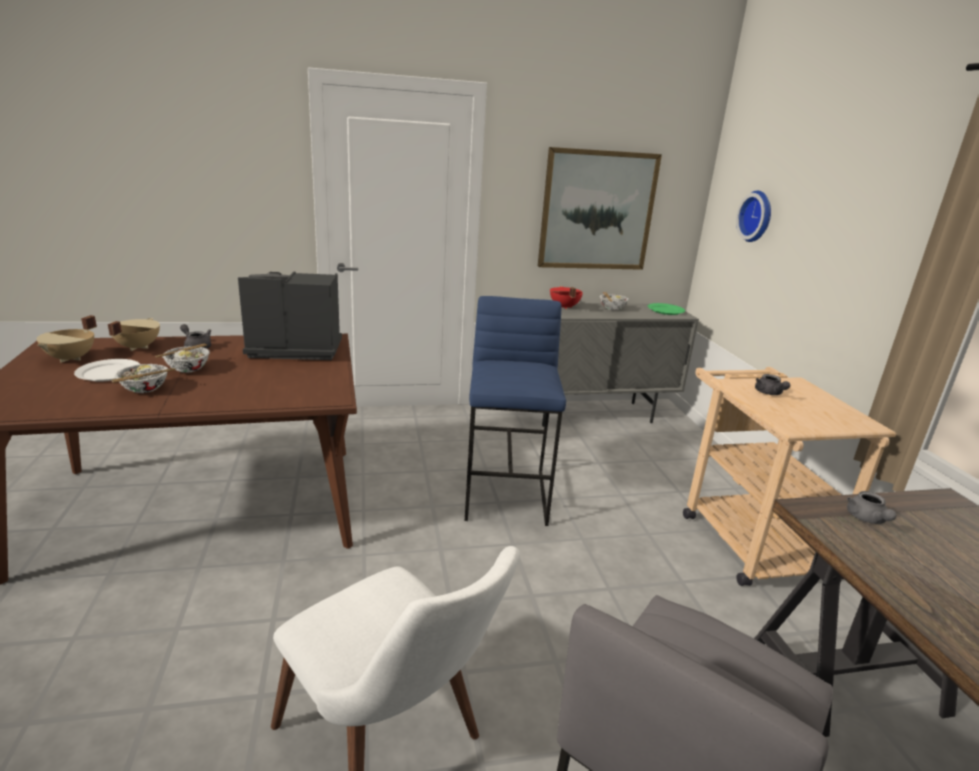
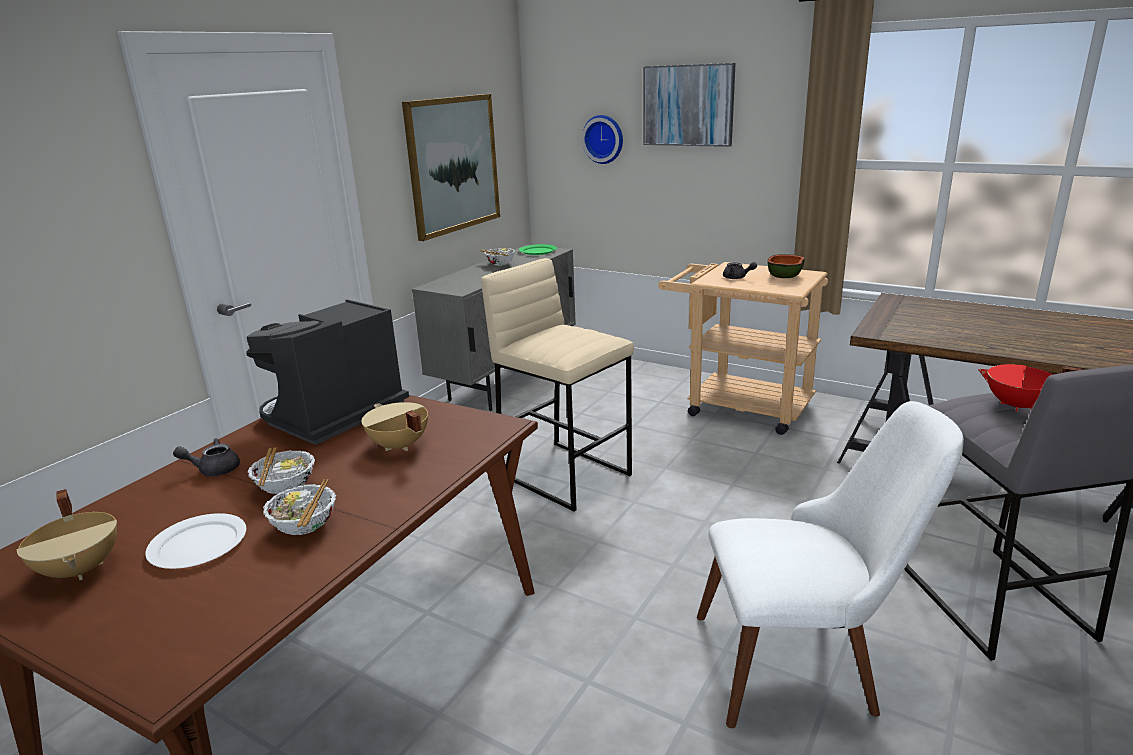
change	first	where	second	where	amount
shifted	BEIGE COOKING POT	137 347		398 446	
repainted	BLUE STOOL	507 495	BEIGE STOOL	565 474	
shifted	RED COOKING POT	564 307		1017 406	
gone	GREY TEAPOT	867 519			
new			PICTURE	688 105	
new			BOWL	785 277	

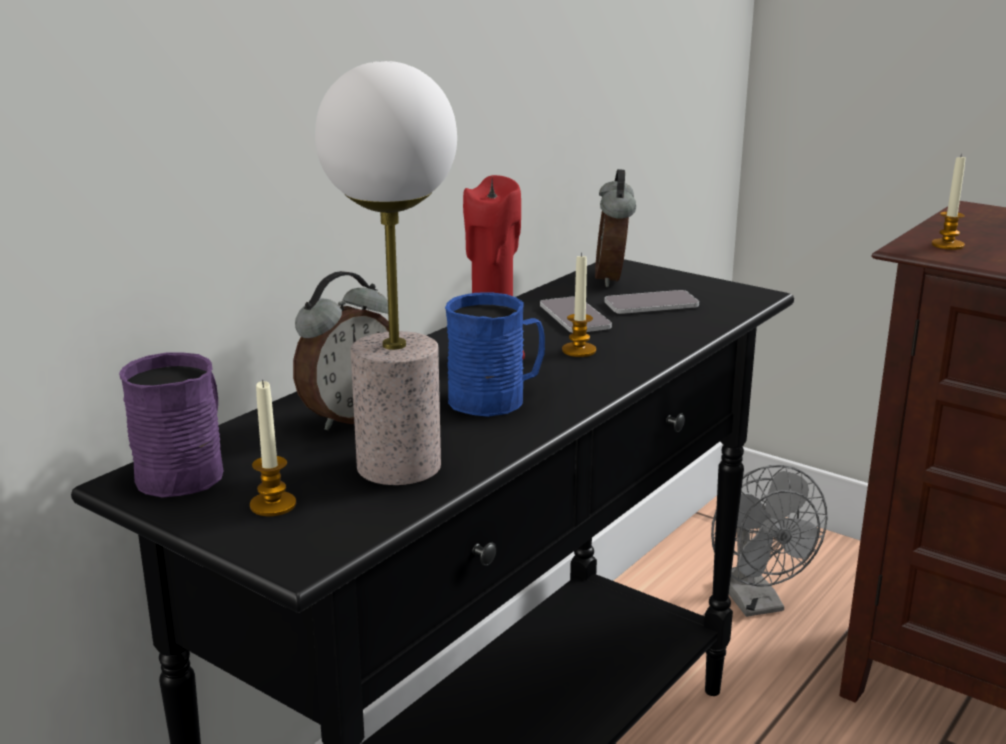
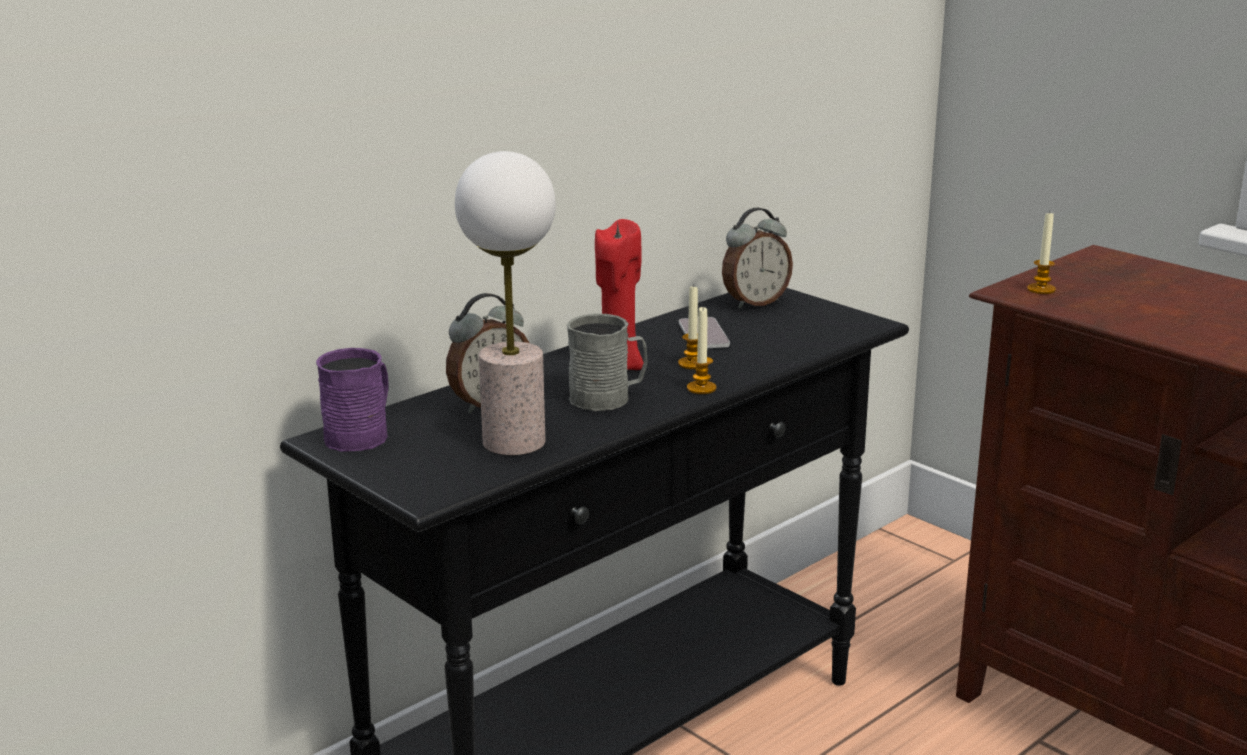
change	first	where	second	where	amount
shifted	CANDLE	273 505		701 388	
repainted	BLUE MUG	496 399	GREY MUG	608 398	
rotated	ALARM CLOCK	613 279		754 302	135 degrees counterclockwise
gone	PHONE	651 304			
gone	GREY FAN	755 602			

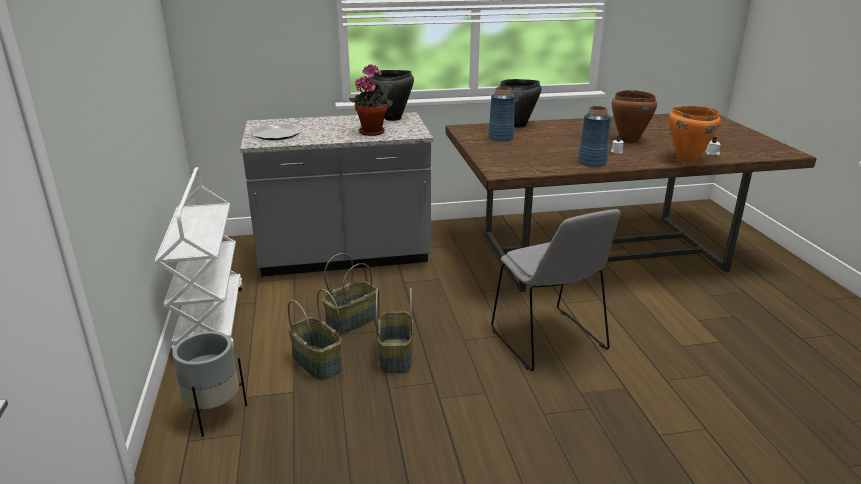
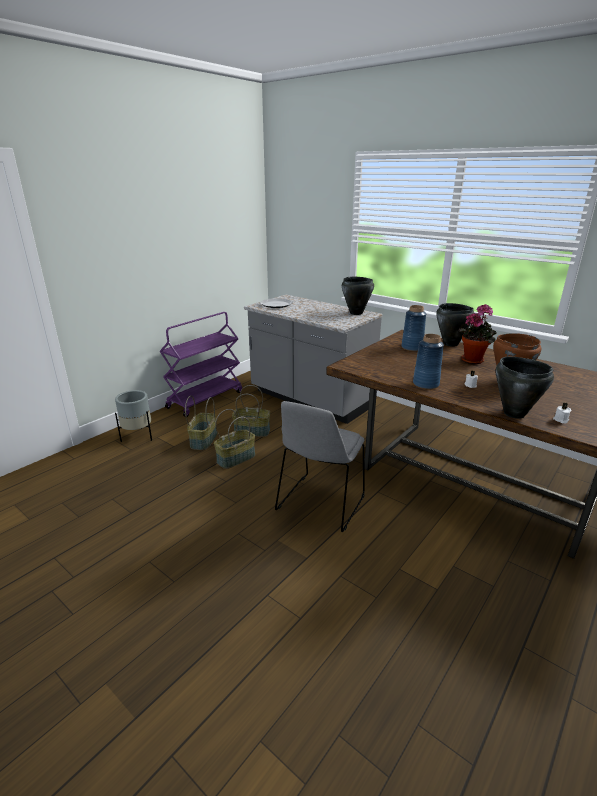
change	first	where	second	where	amount
repainted	WHITE CART	210 320	PURPLE CART	205 399	
shifted	POTTED PLANT	372 131		473 360	
repainted	ORANGE COOKING POT	686 160	BLACK COOKING POT	514 413	

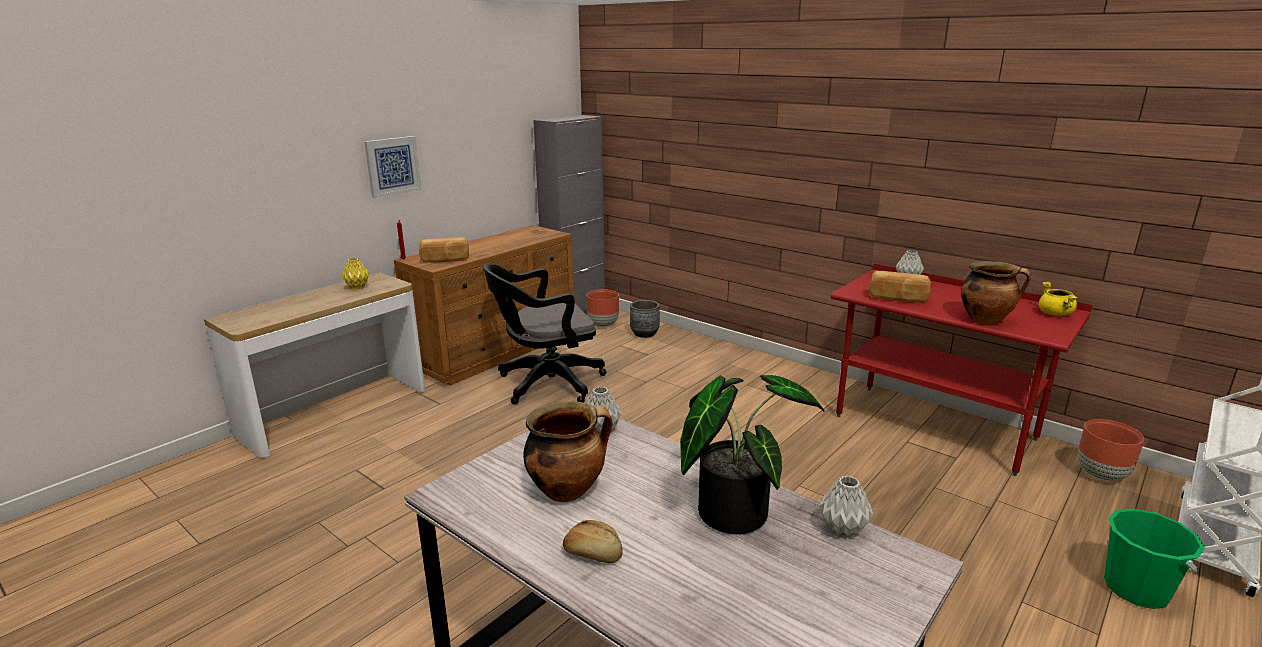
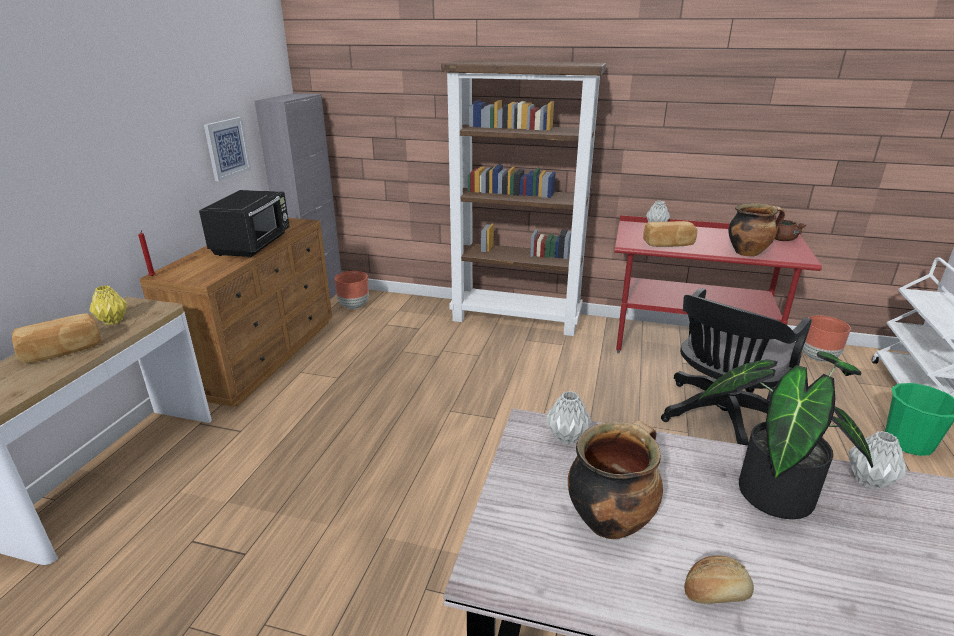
change	first	where	second	where	amount
shifted	PICTURE	392 166		227 148	
shifted	BREAD	445 260		62 351	
shifted	BLACK OFFICE CHAIR	545 384		719 419	
gone	GREY PLANTER	644 333			
repainted	YELLOW COOKING POT	1055 314	BROWN COOKING POT	783 240	
new			BLACK MICROWAVE	253 244	
new			BROWN BOOKCASE	517 319	

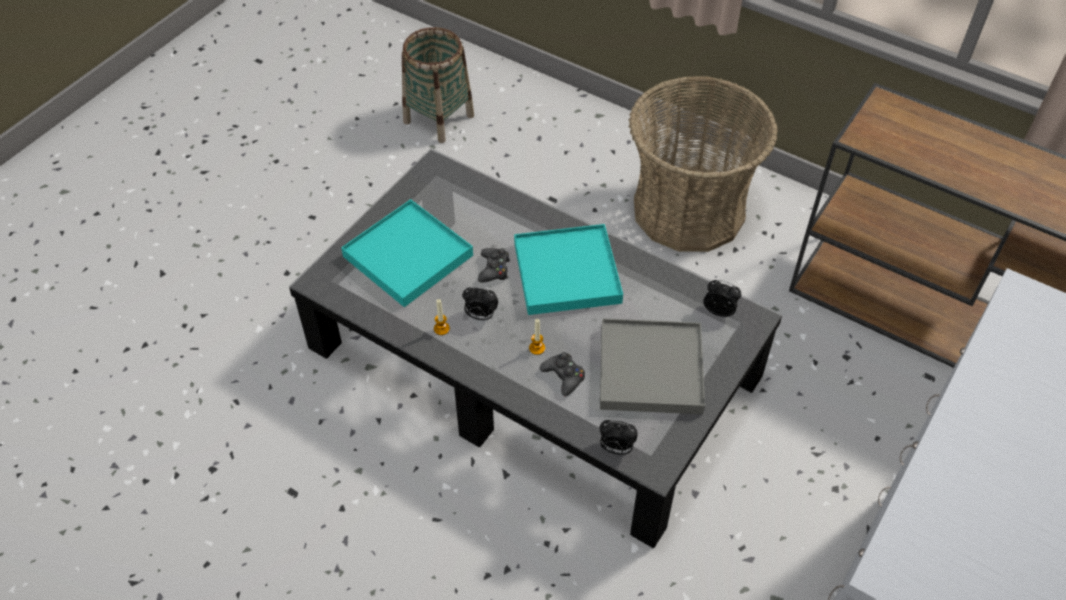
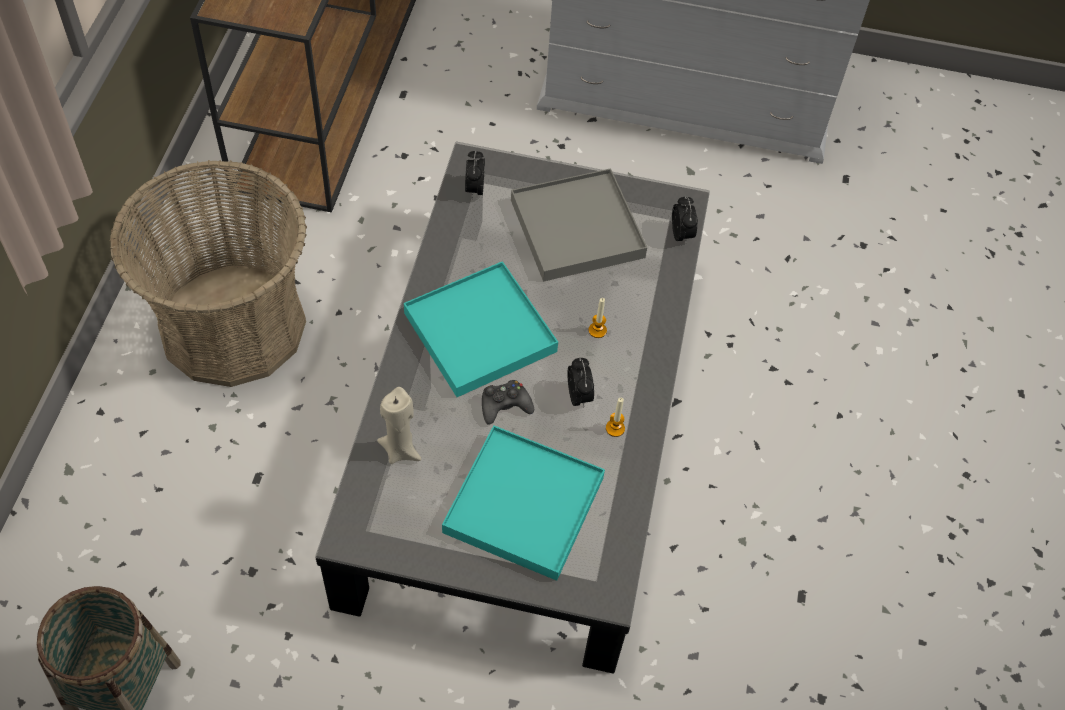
change	first	where	second	where	amount
gone	BLACK GAME CONTROLLER	564 376			
new			BEIGE CANDLE	400 449	

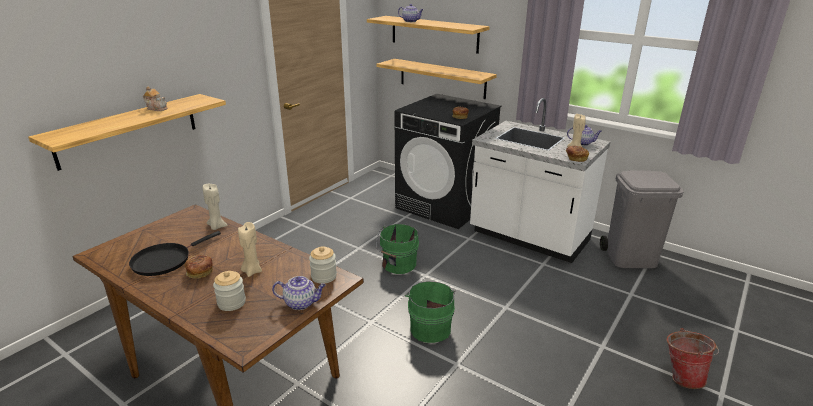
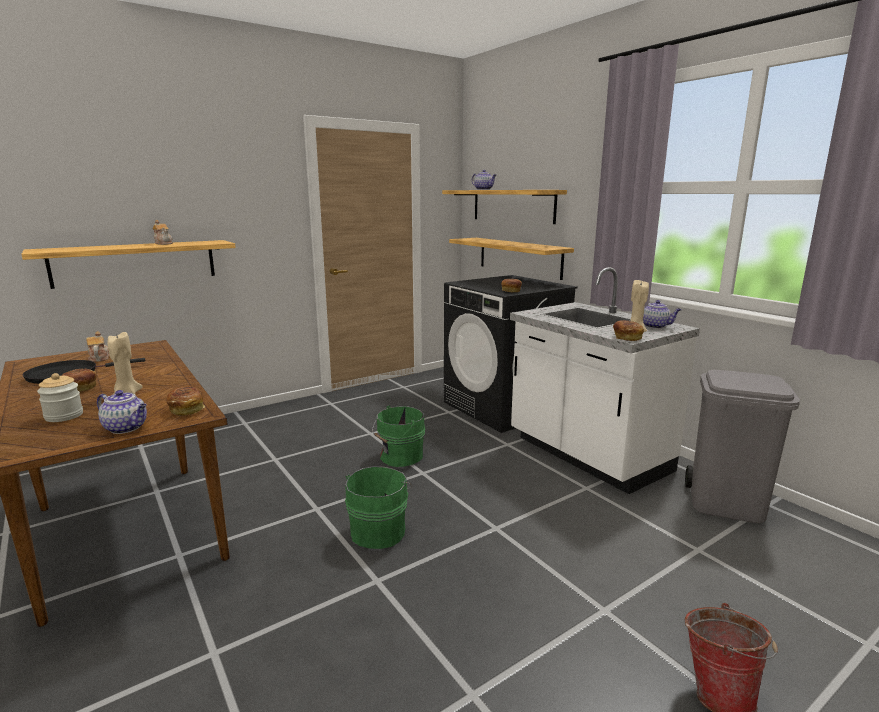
change	first	where	second	where	amount
gone	BEIGE CANDLE	216 227			
swapped	JAR	324 276	BREAD	187 409	
new			TEAPOT	99 358	

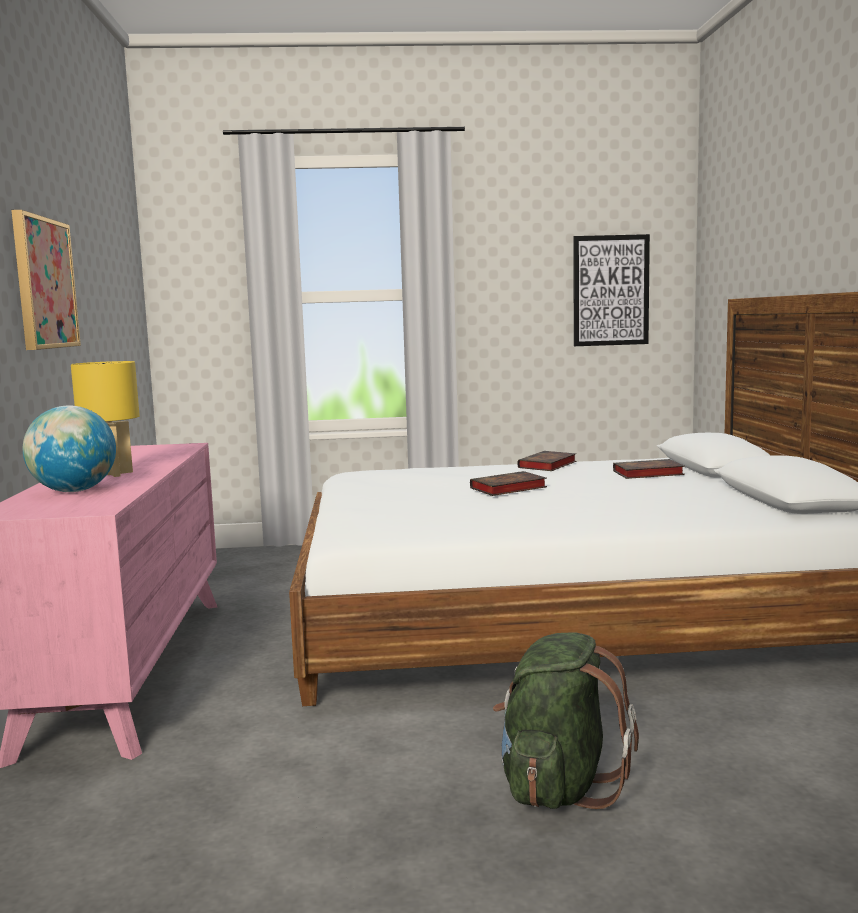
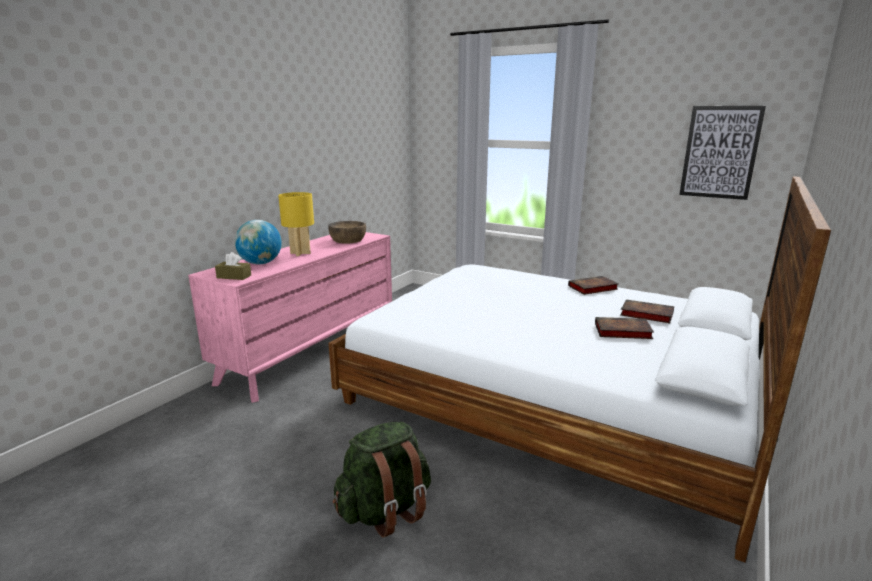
change	first	where	second	where	amount
gone	PICTURE	44 283			
shifted	BOOK	507 488		621 331	
new			BROWN TISSUE BOX	234 276	
new			BROWN BOWL	348 240	

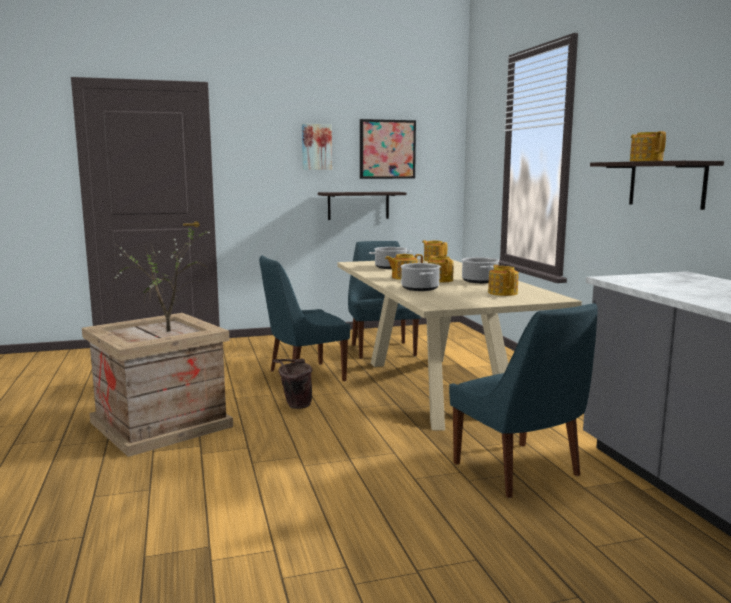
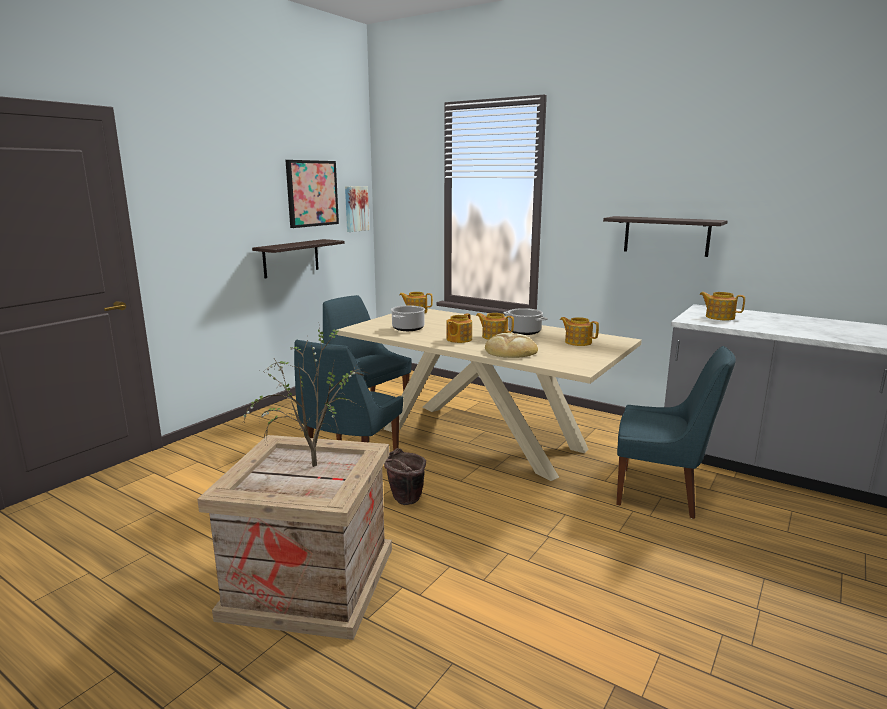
change	first	where	second	where	amount
shifted	PICTURE	316 147		355 208	
swapped	COOKING POT	419 288	BREAD	510 350	
shifted	TEAPOT	646 161		719 317	

